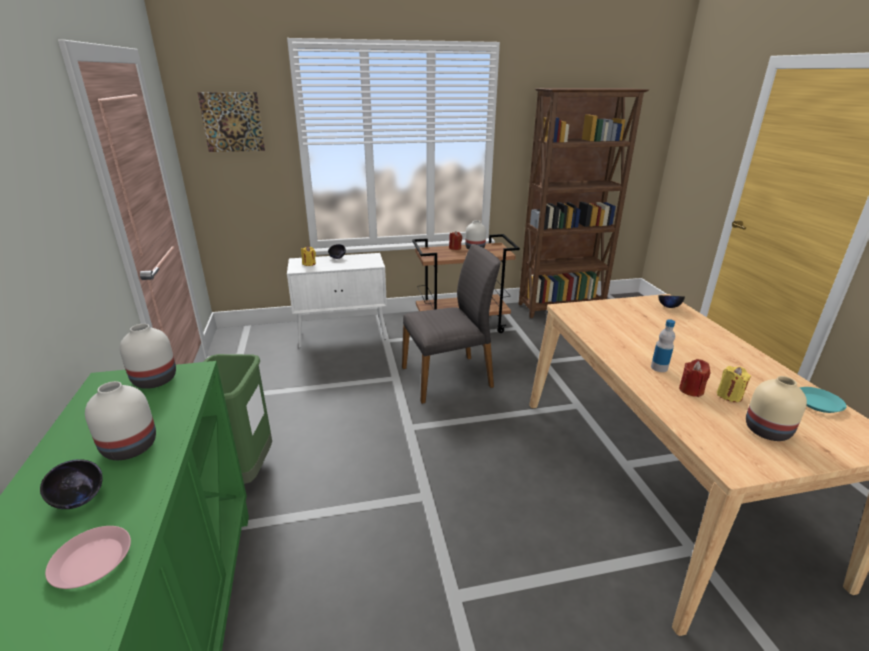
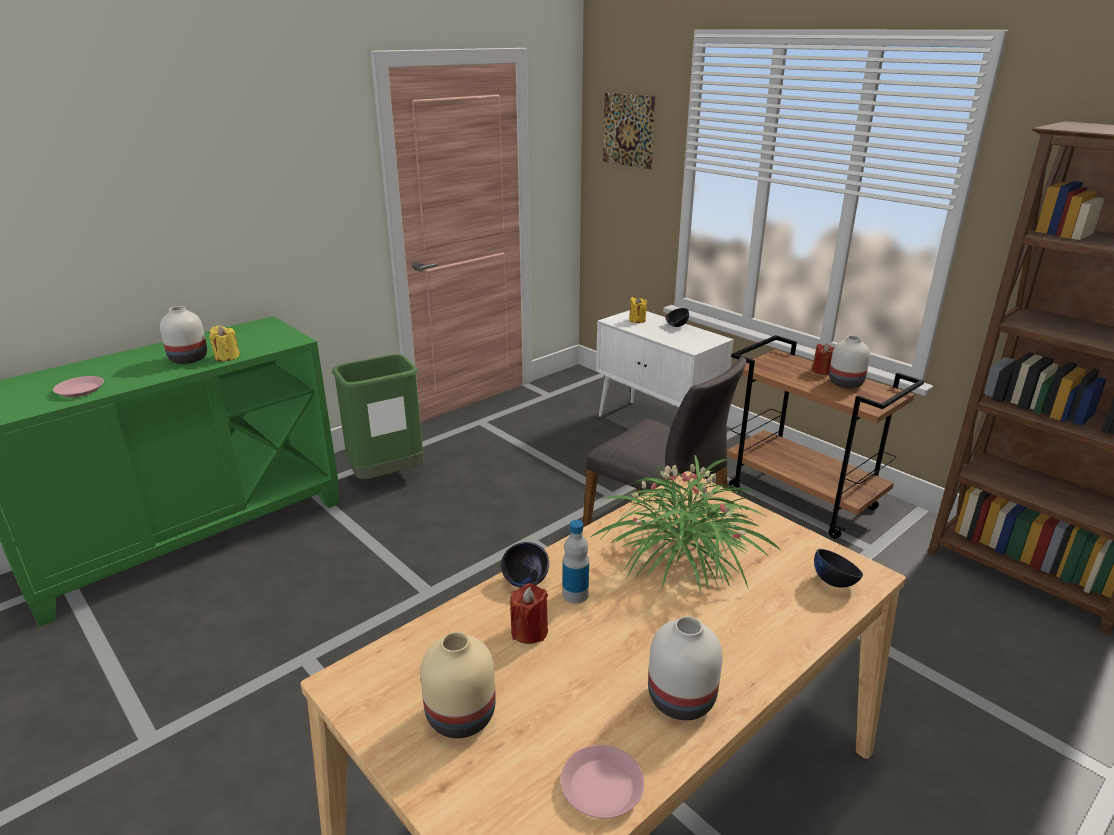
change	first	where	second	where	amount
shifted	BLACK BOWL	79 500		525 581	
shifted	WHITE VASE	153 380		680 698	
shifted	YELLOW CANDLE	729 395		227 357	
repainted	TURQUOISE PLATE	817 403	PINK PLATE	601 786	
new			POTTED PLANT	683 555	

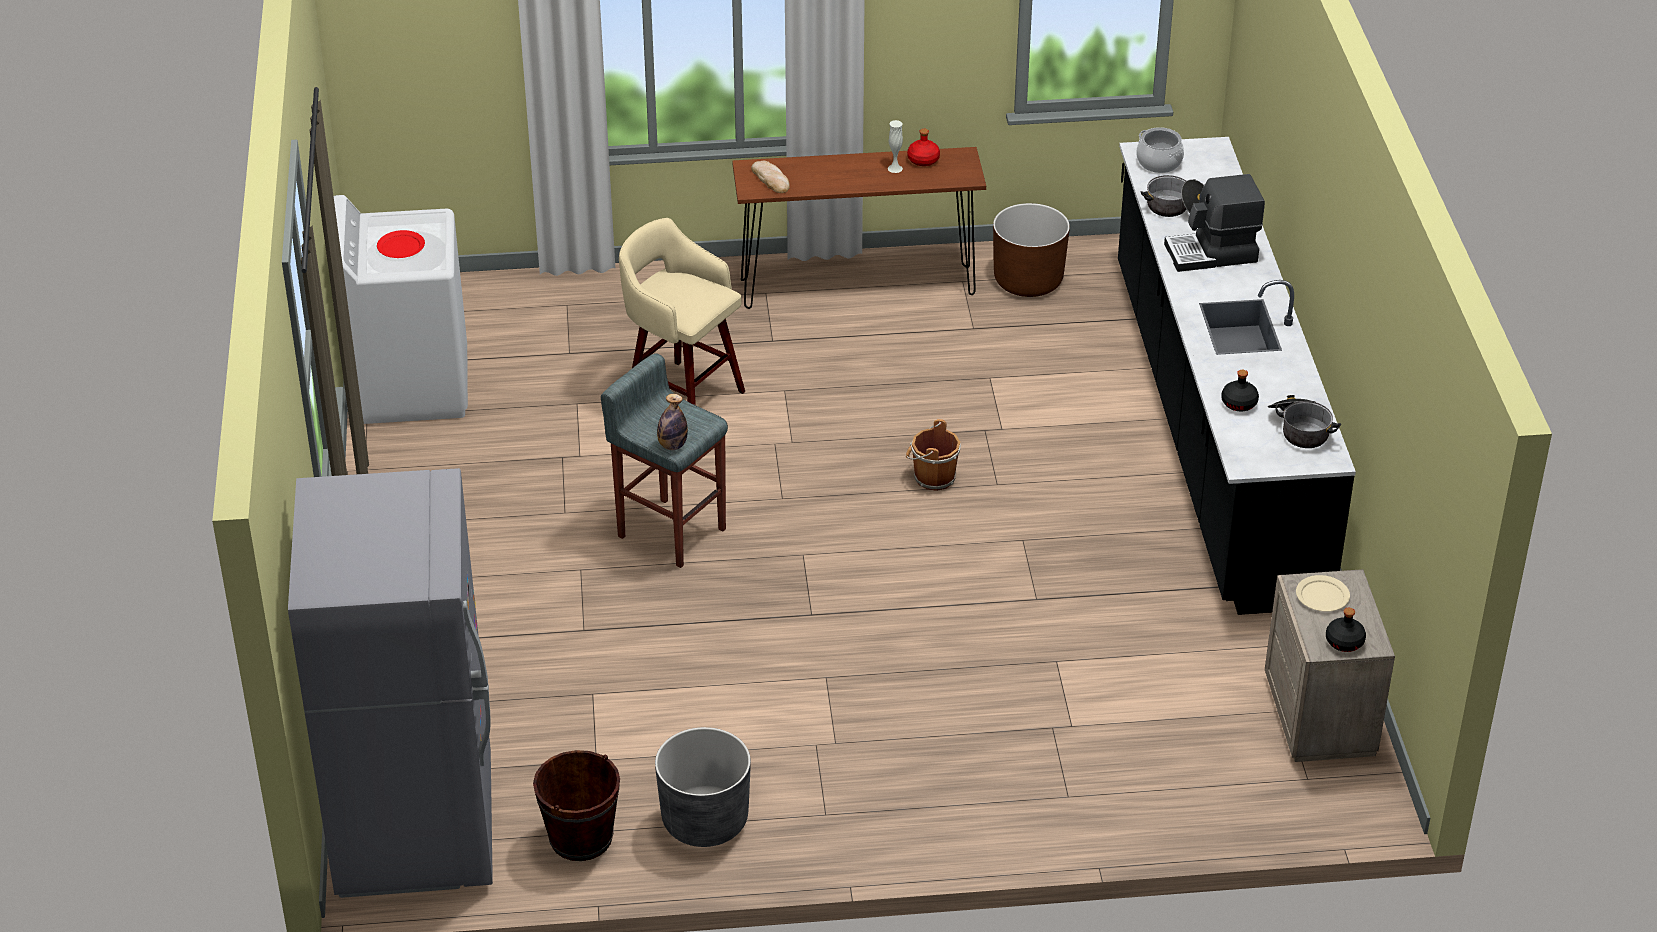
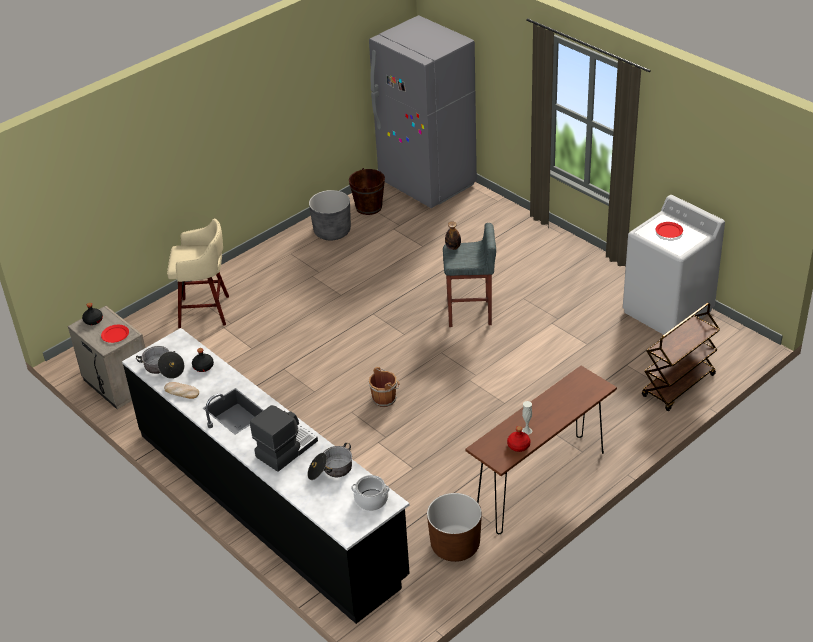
change	first	where	second	where	amount
shifted	BEIGE STOOL	682 396		206 311	
shifted	BREAD	771 179		181 392	
repainted	BEIGE PLATE	1322 596	RED PLATE	115 334	
new			BROWN CART	678 386	

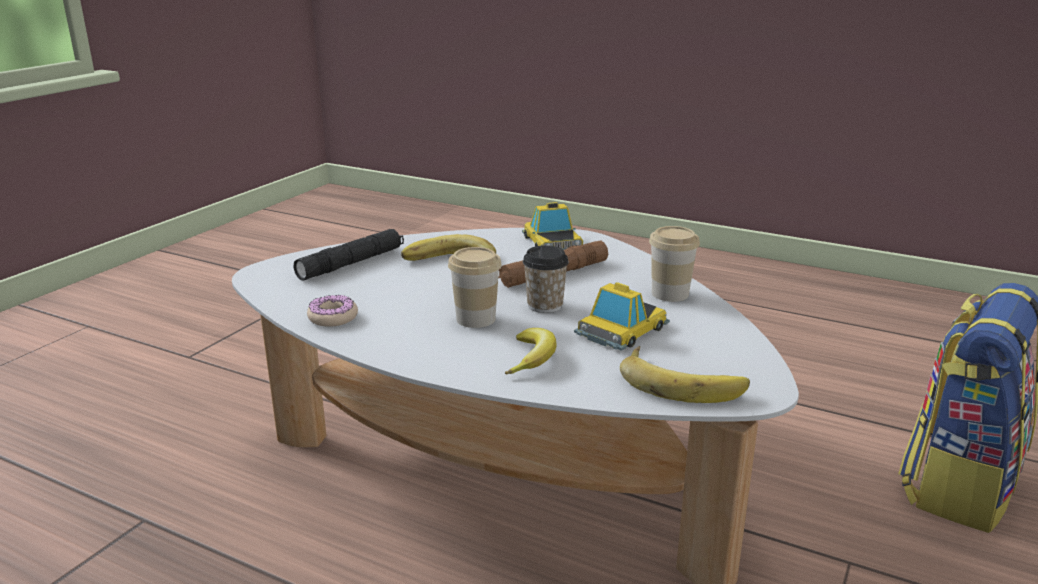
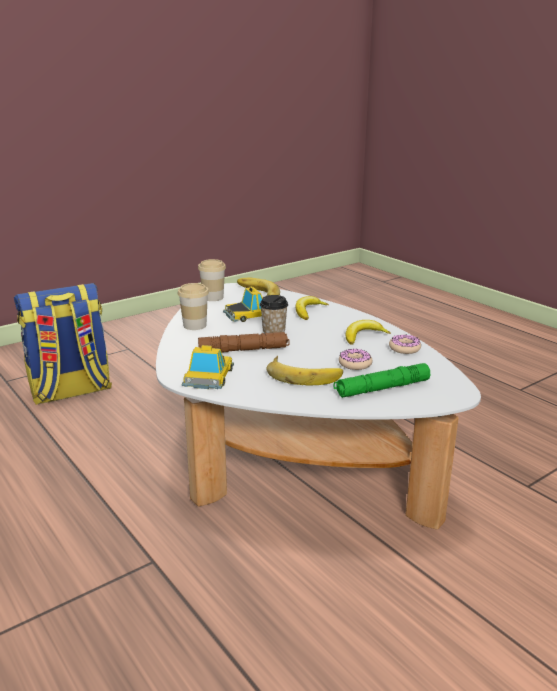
change	first	where	second	where	amount
repainted	BLACK FLASHLIGHT	351 263	GREEN FLASHLIGHT	382 388	
shifted	CUP	476 319		213 297	
new			DONUT	355 364	
new			BANANA	363 336	

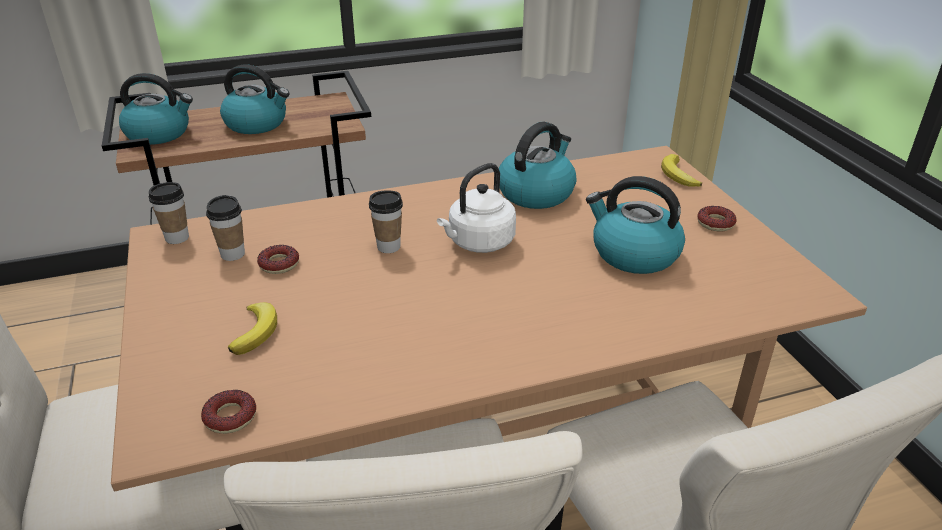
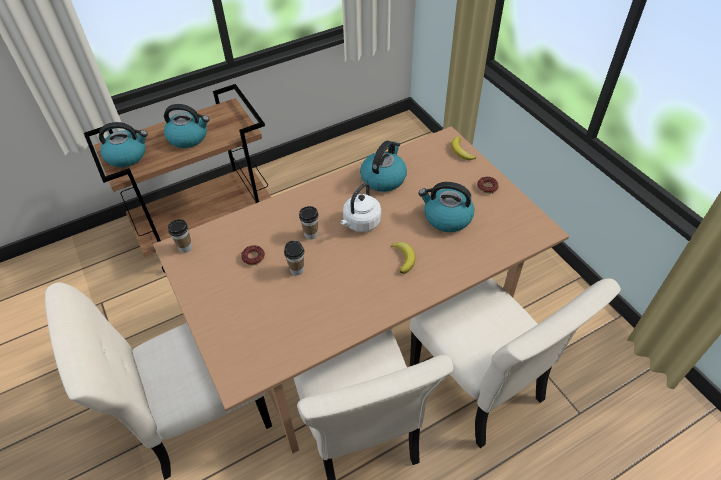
change	first	where	second	where	amount
gone	DONUT	230 417			
shifted	CUP	232 254		297 270	
shifted	BANANA	256 331		404 258	

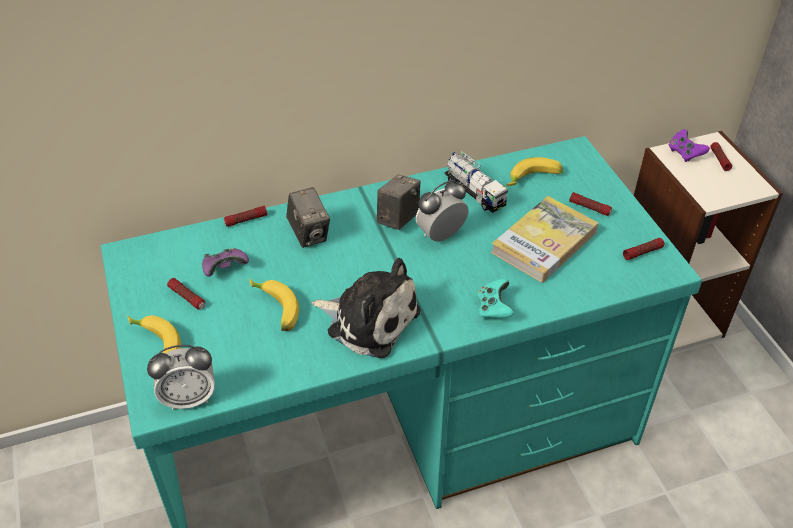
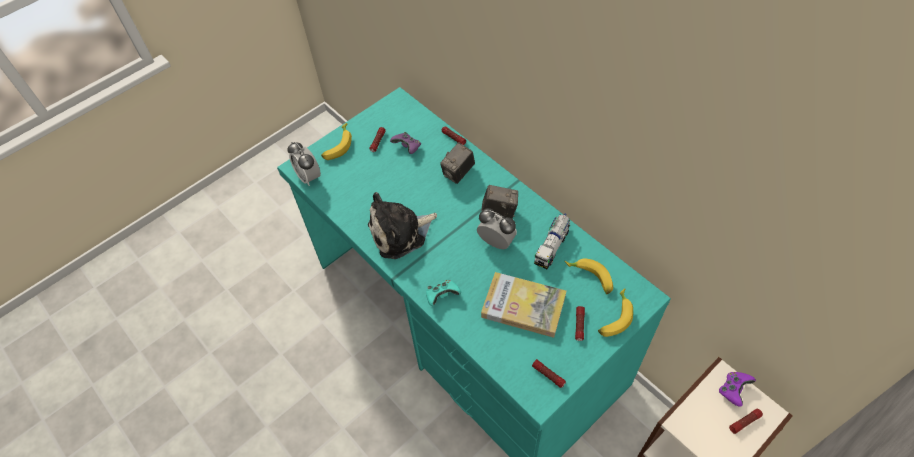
change	first	where	second	where	amount
shifted	BANANA	274 309		614 317	
rotated	PLUSH TOY	369 320		400 233	60 degrees clockwise

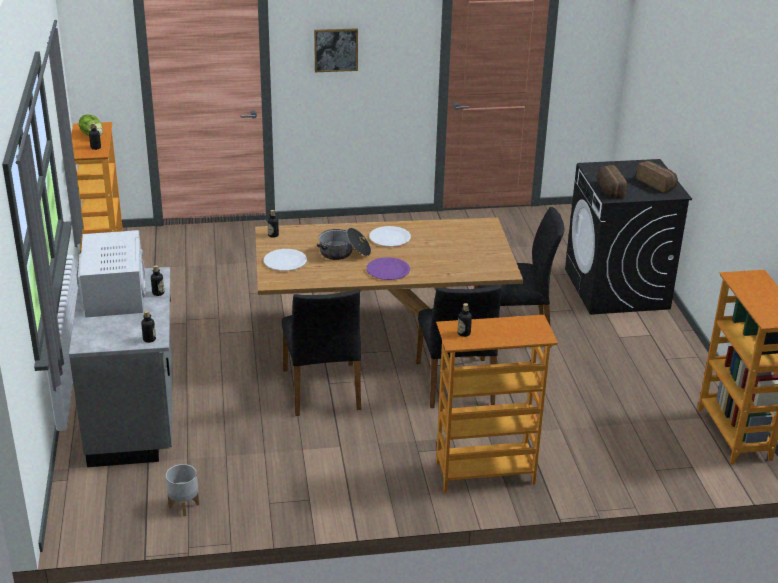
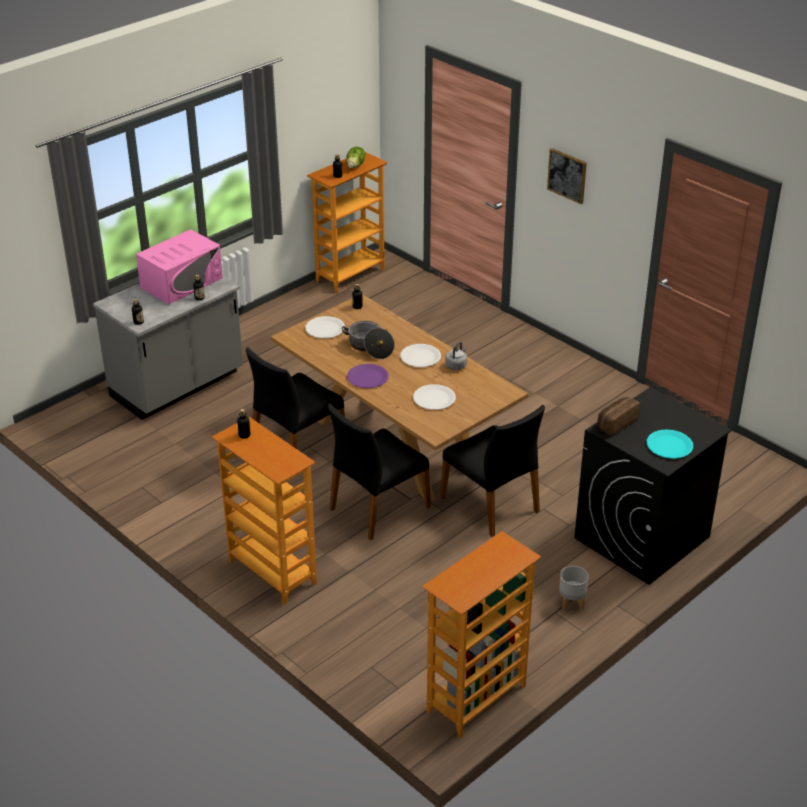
change	first	where	second	where	amount
repainted	WHITE MICROWAVE	115 292	PINK MICROWAVE	182 282	
shifted	GREY PLANTER	183 506		571 602	
swapped	BREAD	657 184	TURQUOISE PLATE	669 445	
new			WHITE PLATE	434 398	
new			GREY KETTLE	456 365	

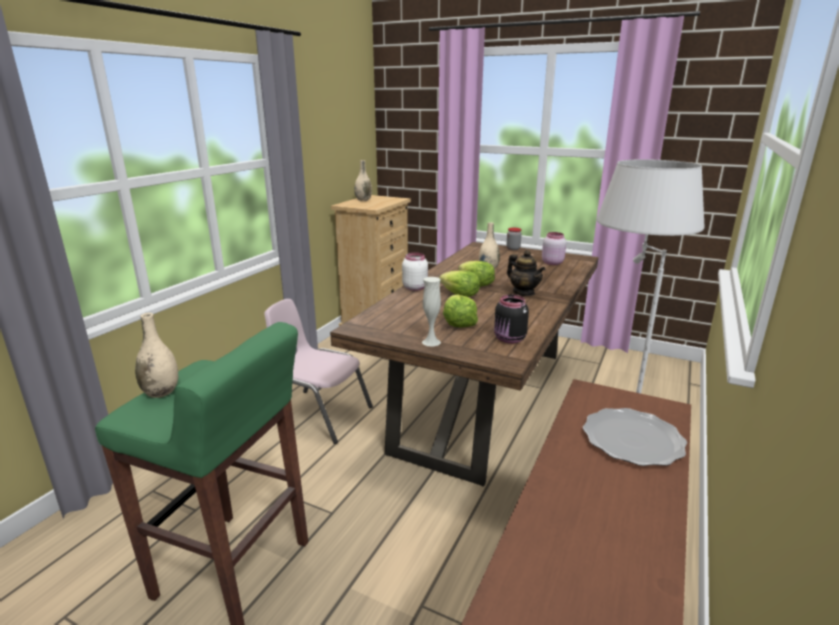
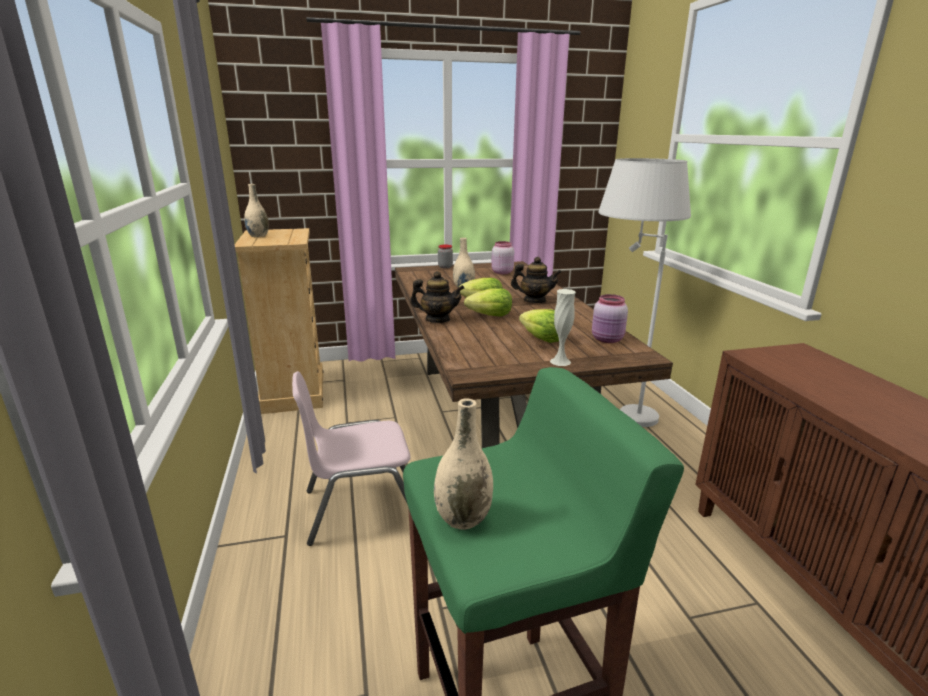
change	first	where	second	where	amount
swapped	WHITE JAR	415 287	TEAPOT	437 319	
repainted	BLACK JAR	509 339	PINK JAR	607 340	
gone	PLATE	632 440			

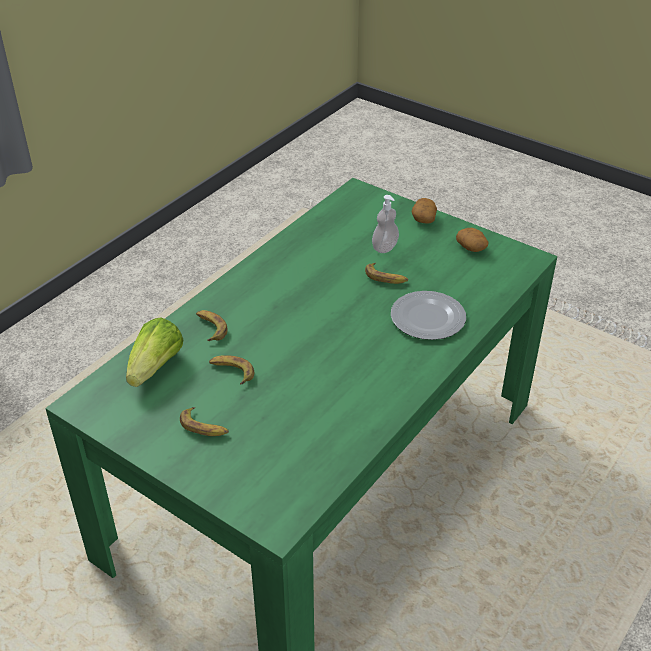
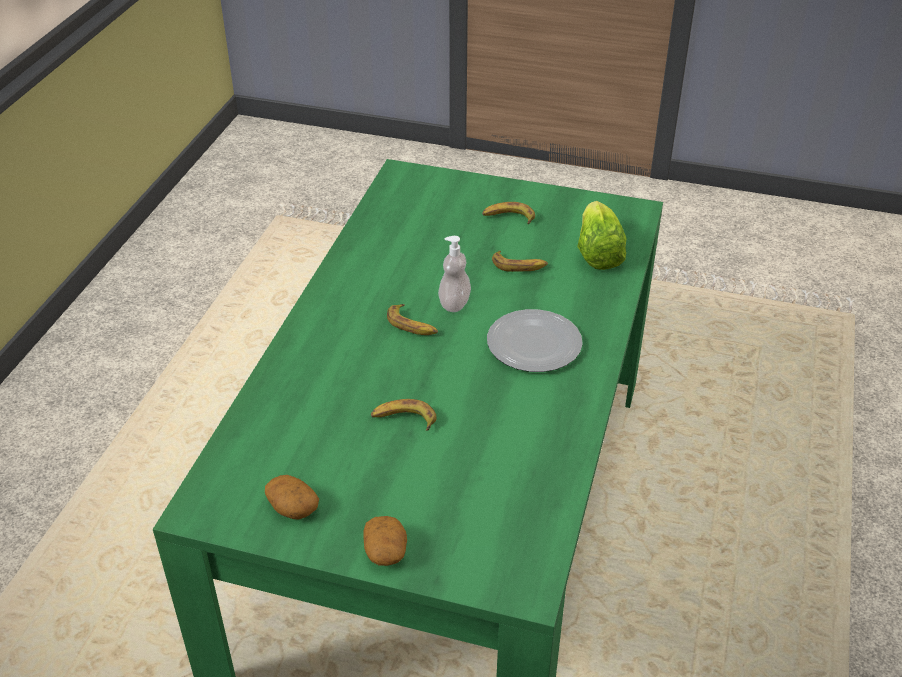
change	first	where	second	where	amount
shifted	BANANA	210 328		412 325	
shifted	SOAP DISPENSER	384 247		454 303	
shifted	PLATE	428 318		533 343	

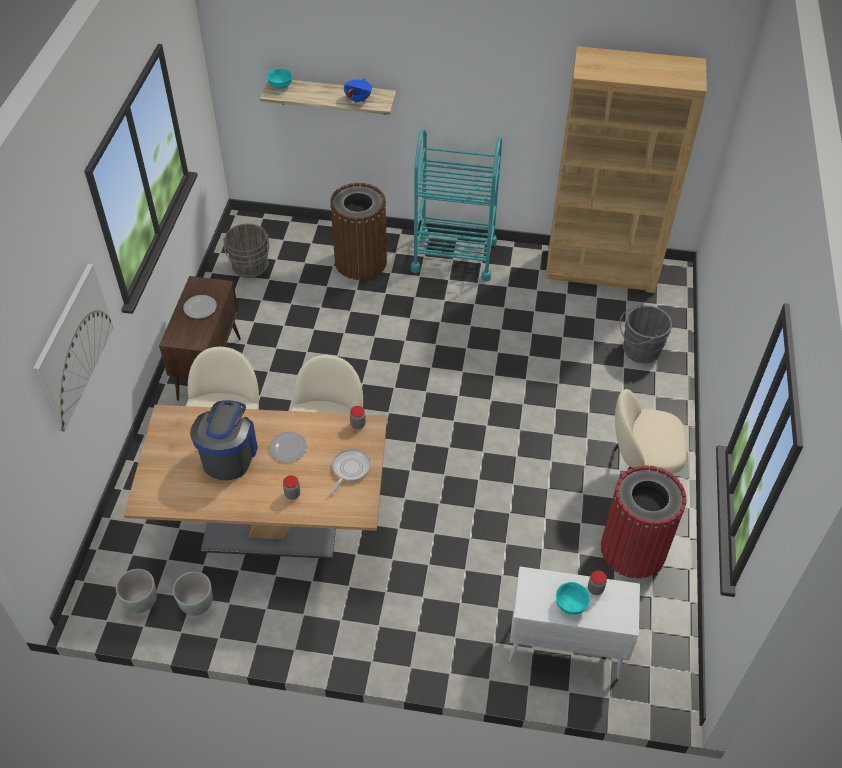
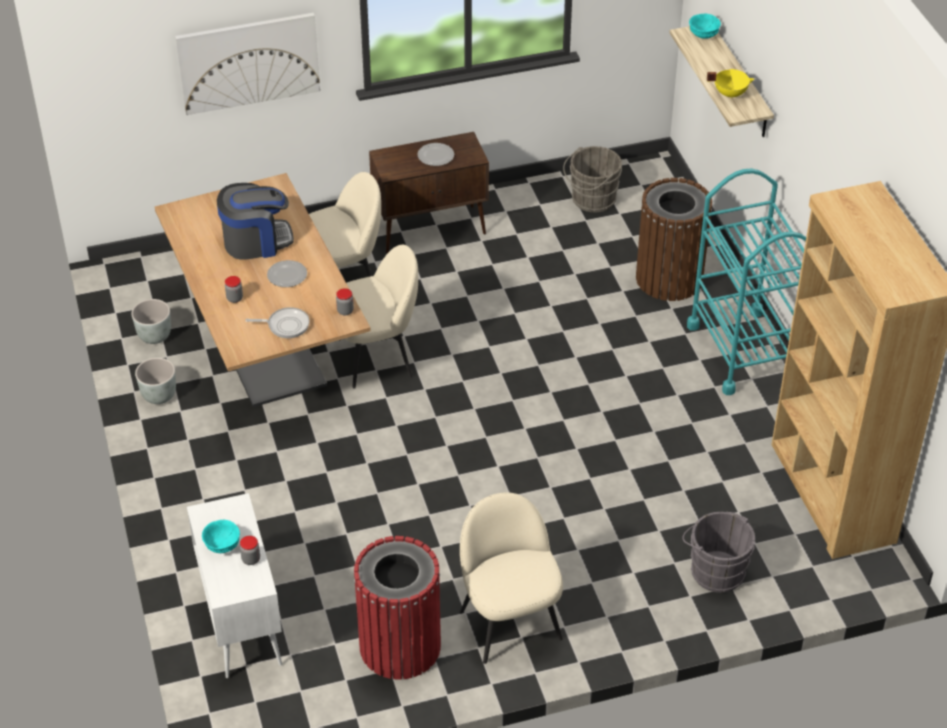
change	first	where	second	where	amount
shifted	GREY PLANTER	141 602		158 396	
repainted	BLUE COOKING POT	357 99	YELLOW COOKING POT	730 93	

